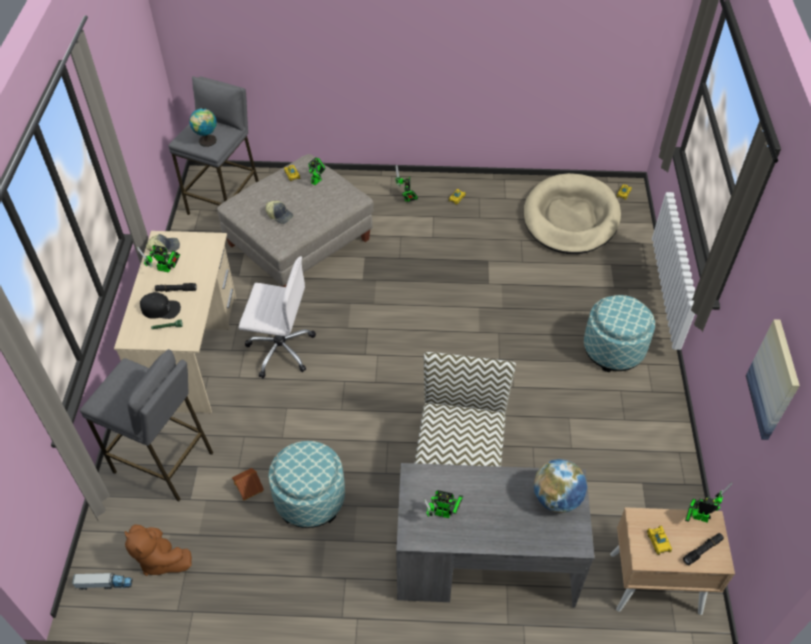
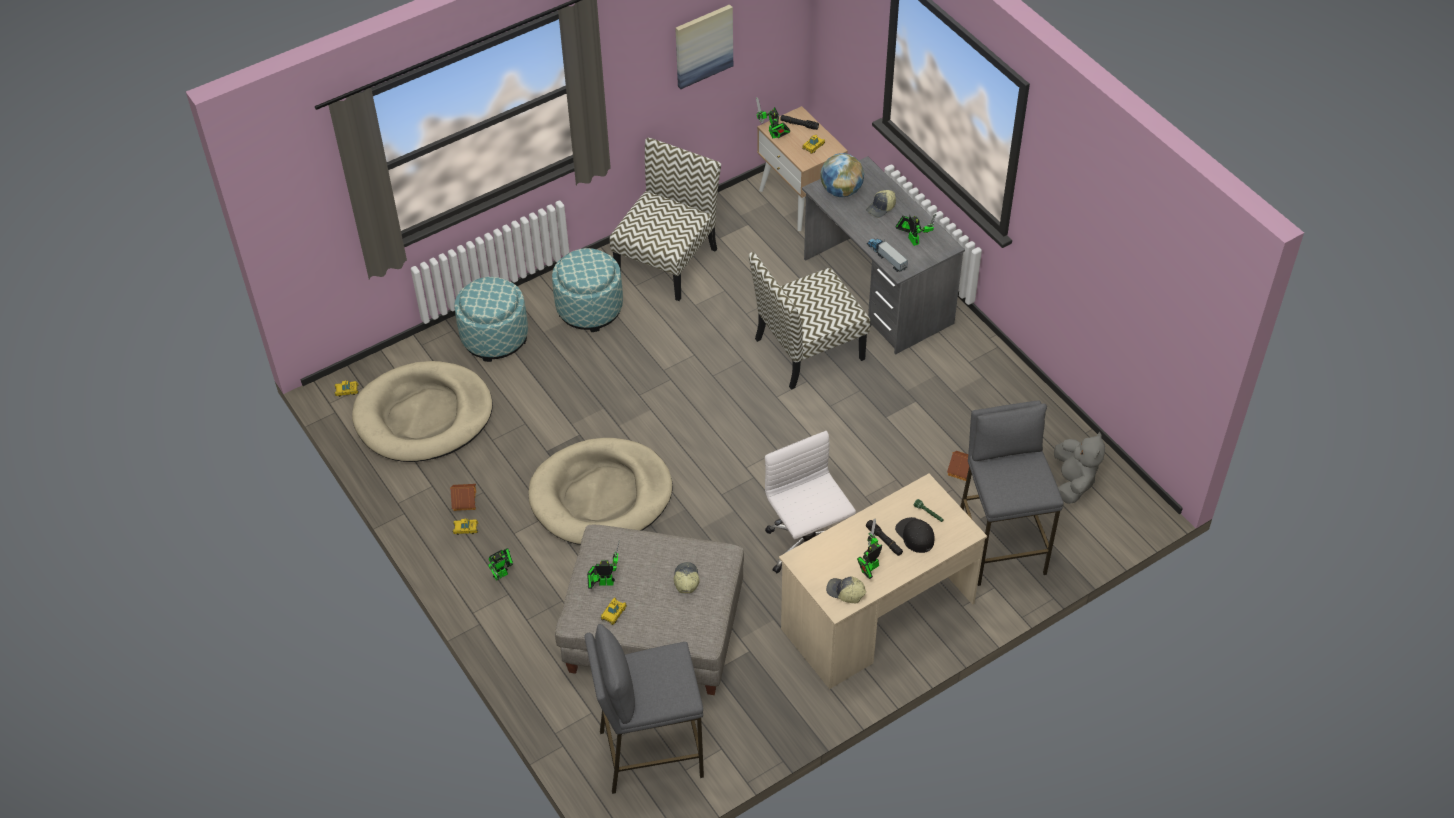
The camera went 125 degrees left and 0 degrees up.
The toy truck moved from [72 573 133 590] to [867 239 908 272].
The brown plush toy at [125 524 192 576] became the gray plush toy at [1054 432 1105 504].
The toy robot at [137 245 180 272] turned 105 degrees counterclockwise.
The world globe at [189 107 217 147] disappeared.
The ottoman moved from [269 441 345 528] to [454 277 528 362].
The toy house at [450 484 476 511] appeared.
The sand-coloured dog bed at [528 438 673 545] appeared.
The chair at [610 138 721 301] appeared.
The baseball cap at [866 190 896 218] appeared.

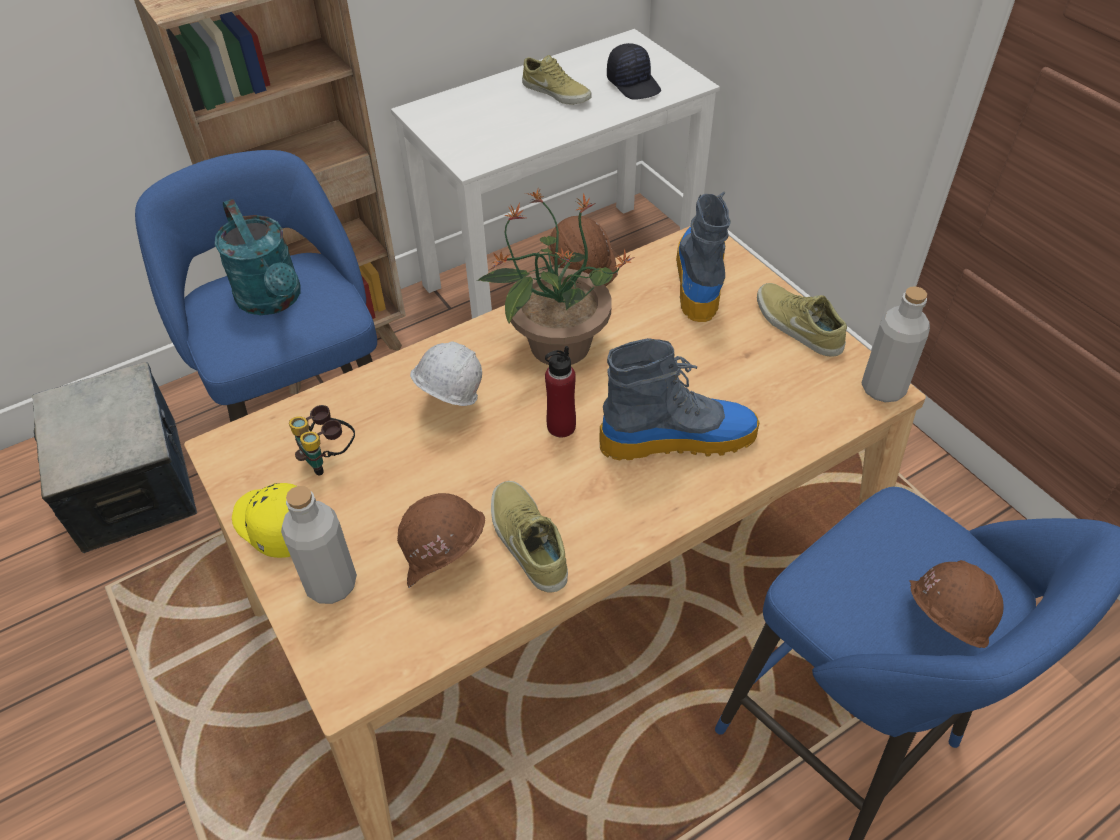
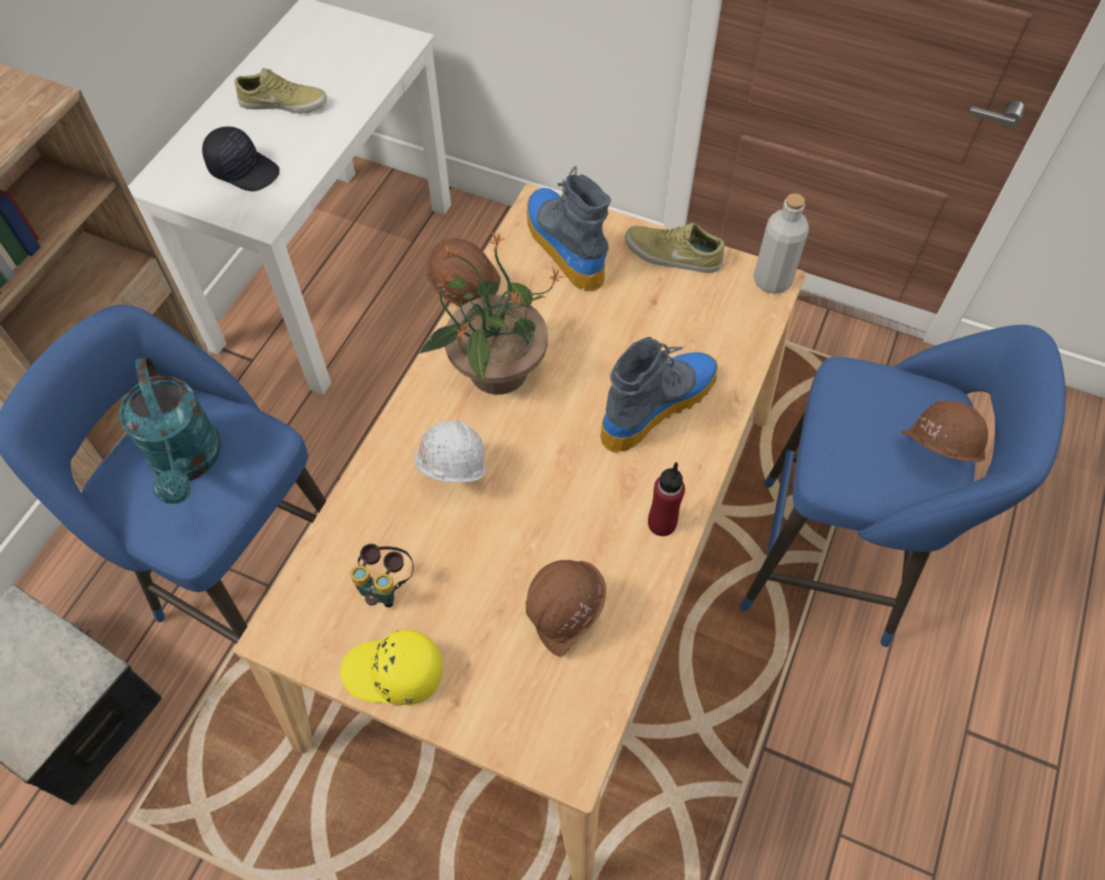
The camera went 35 degrees left and 10 degrees up.
The turquoise-coloured sprinkling can at [215 199 300 315] turned 45 degrees clockwise.
The gray drink bottle at [281 486 357 604] disappeared.
The sand-coloured item of footwear at [491 481 568 593] disappeared.
The reddish drink bottle moved from [545 346 576 437] to [648 462 685 536].
The black-coloured baseball cap moved from [607 43 661 100] to [202 127 280 191].

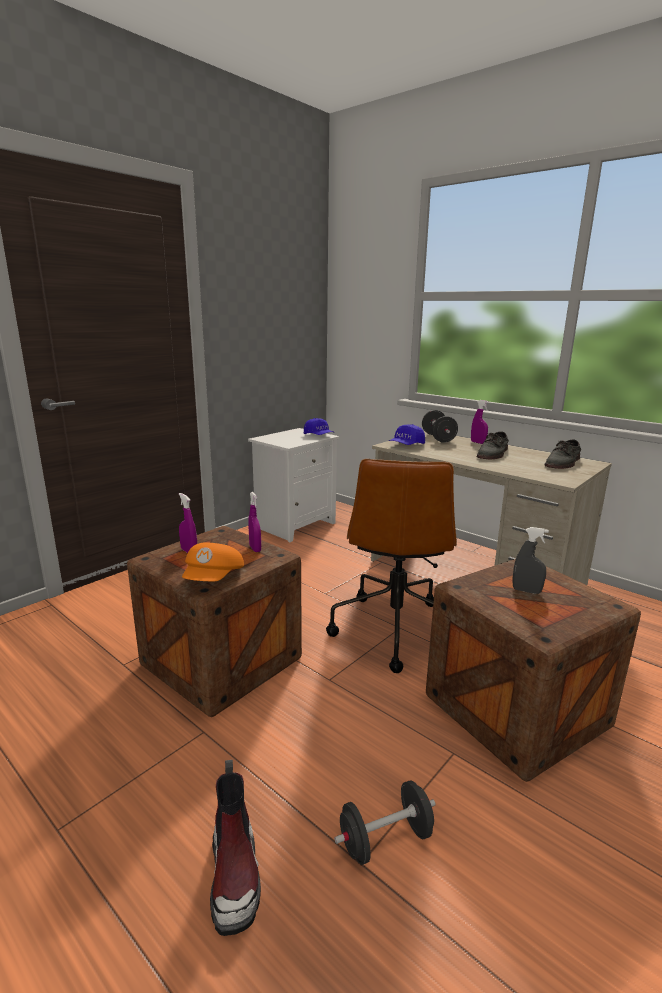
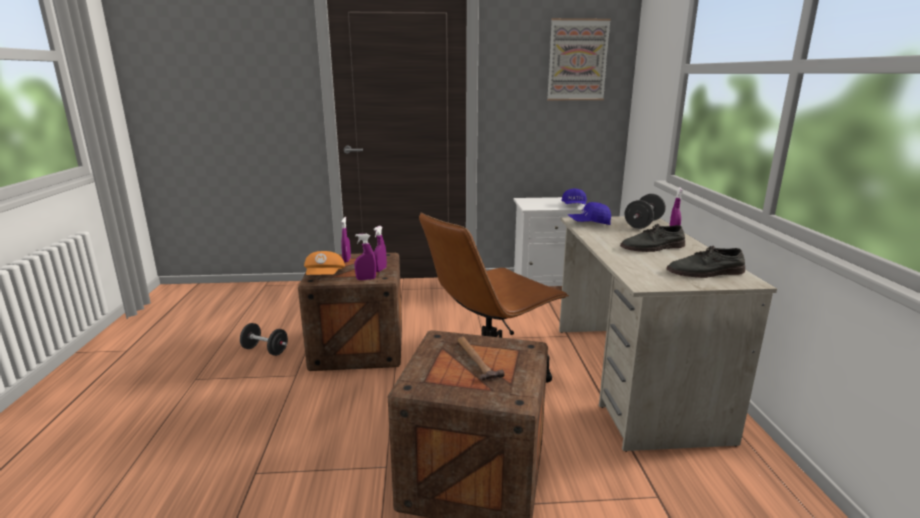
The camera went 45 degrees right and 0 degrees up.
The orangey baseball cap at [182 542 244 581] turned 60 degrees counterclockwise.
The high-top boot at [210 759 261 936] disappeared.
The black-coloured dumbbell moved from [334 780 436 865] to [240 323 288 356].
The gray spray bottle at [513 527 549 594] was replaced by the hammer at [458 337 505 381].
The purple spray bottle at [354 234 376 280] appeared.
The wall picture at [547 18 611 100] appeared.

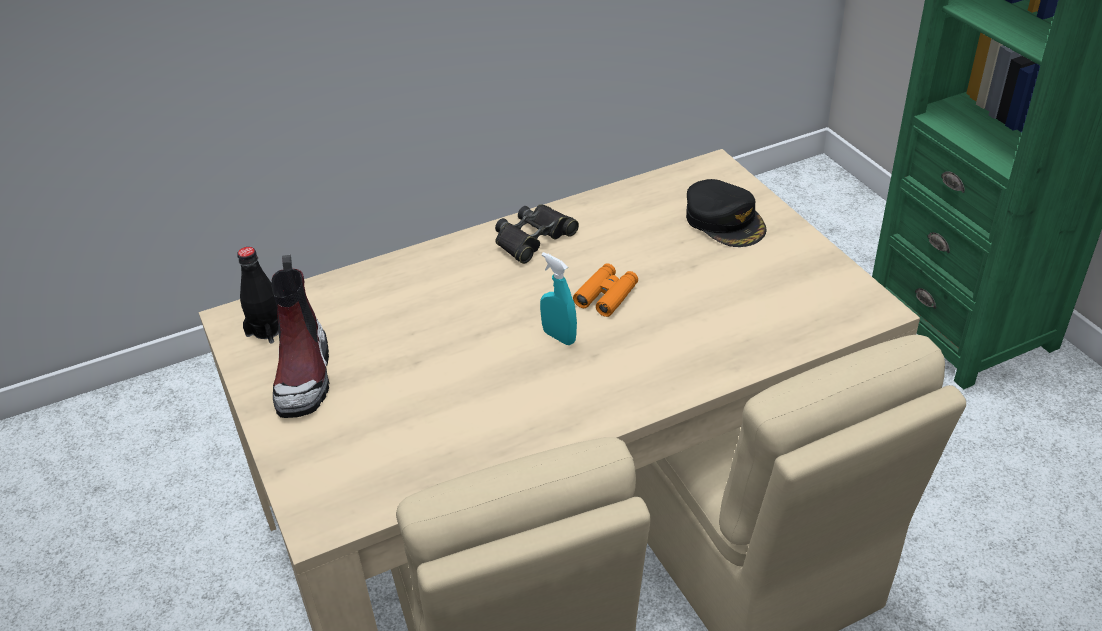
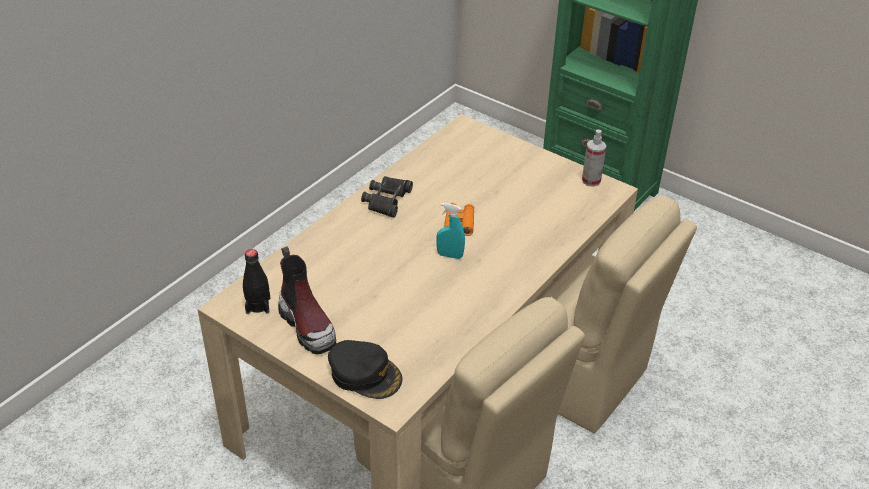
The camera went 30 degrees left and 0 degrees up.
The black-coloured baseball cap moved from [686 179 767 247] to [328 340 402 399].
The spray bottle at [582 130 606 187] appeared.

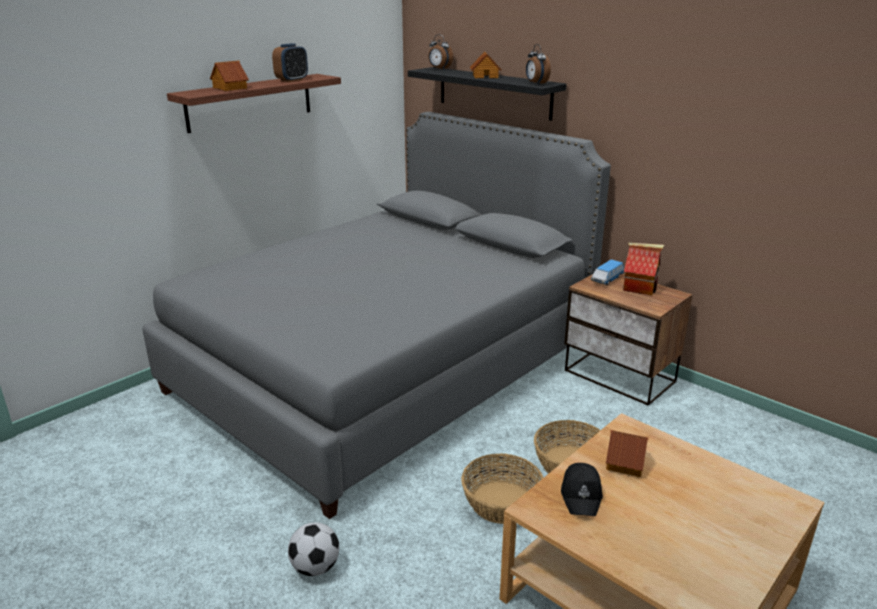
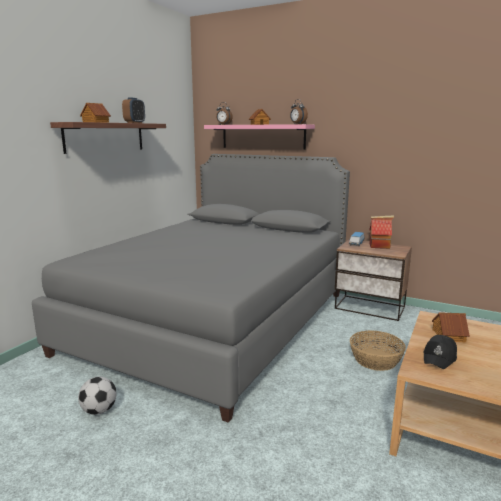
The camera went 15 degrees left and 10 degrees down.
The football moved from [288 522 339 576] to [78 377 117 415].
The black-coloured shelf at [408 67 567 121] became the pink shelf at [204 124 315 149].
The household basket at [461 453 543 524] disappeared.
The black-coloured baseball cap at [561 463 603 516] turned 45 degrees clockwise.

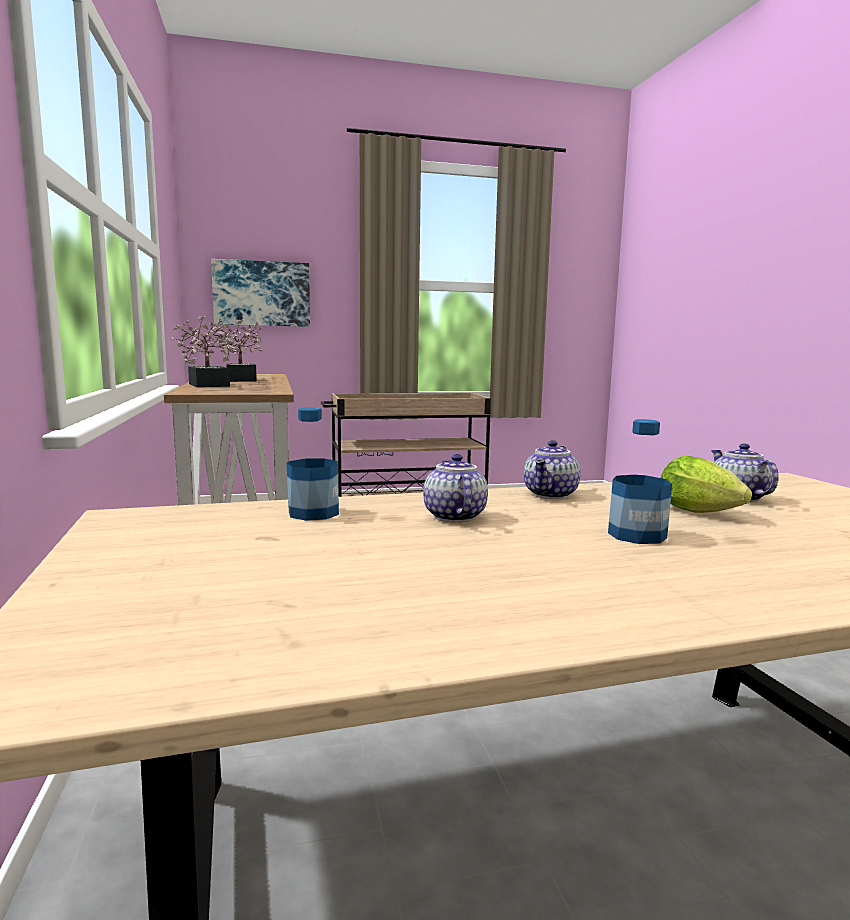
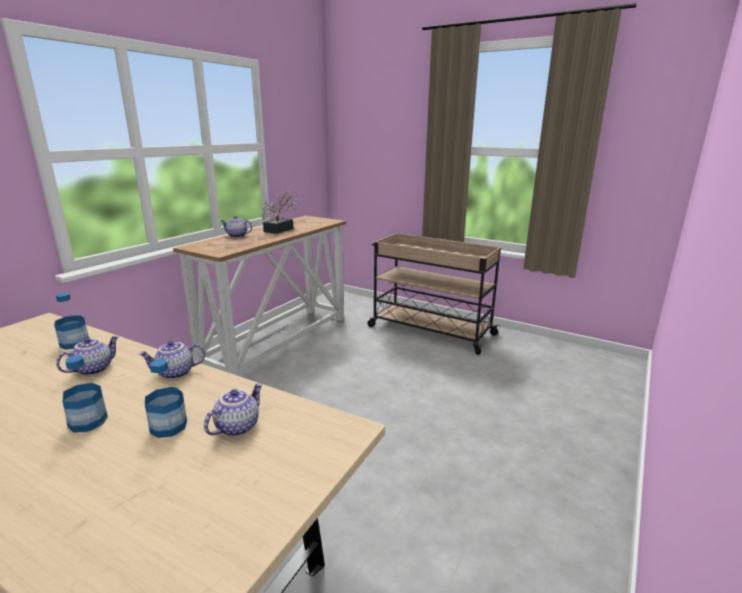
The camera went 45 degrees right and 10 degrees up.
The potted plant at [171 316 237 387] was replaced by the pot for tea at [221 216 252 238].
The wall picture at [211 259 310 327] disappeared.
The lettuce at [661 456 752 513] was replaced by the drink bottle at [145 359 187 438].

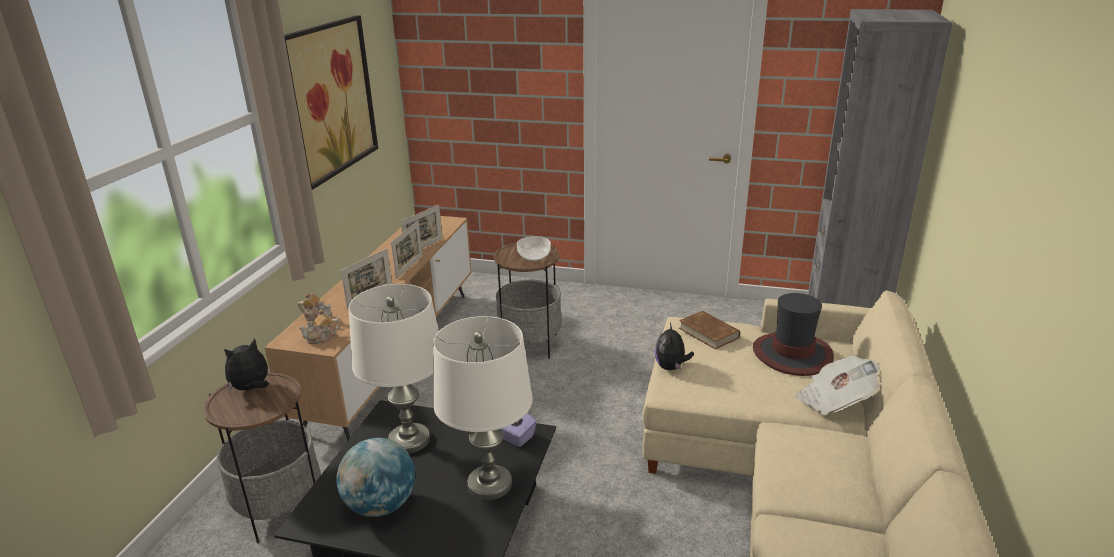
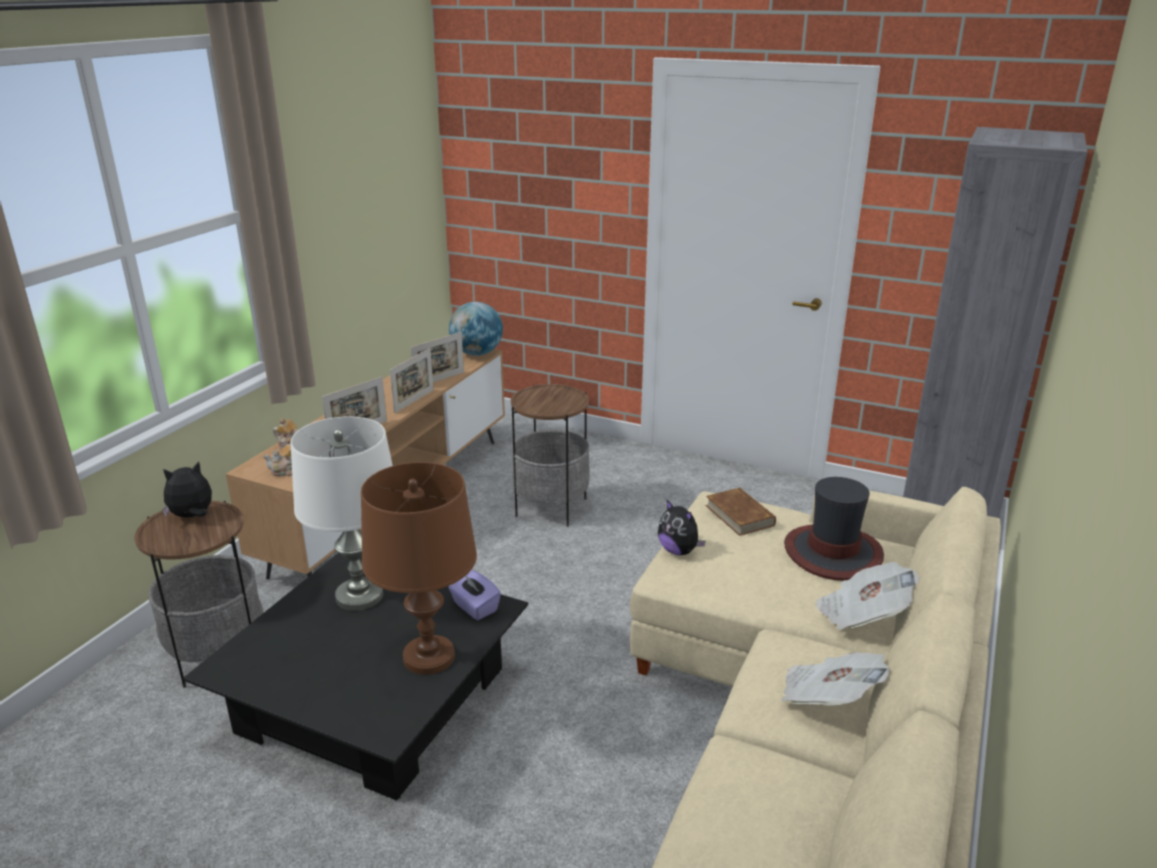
The camera went 10 degrees right and 0 degrees up.
The wall picture at [284 15 378 190] disappeared.
The world globe moved from [336 438 415 517] to [449 302 503 356].
The white-coloured table lamp at [433 316 533 500] became the brown table lamp at [361 462 477 675].
The serving bowl at [517 236 551 261] disappeared.
The plush toy at [655 322 694 370] turned 60 degrees counterclockwise.
The printed paper at [782 652 889 706] appeared.

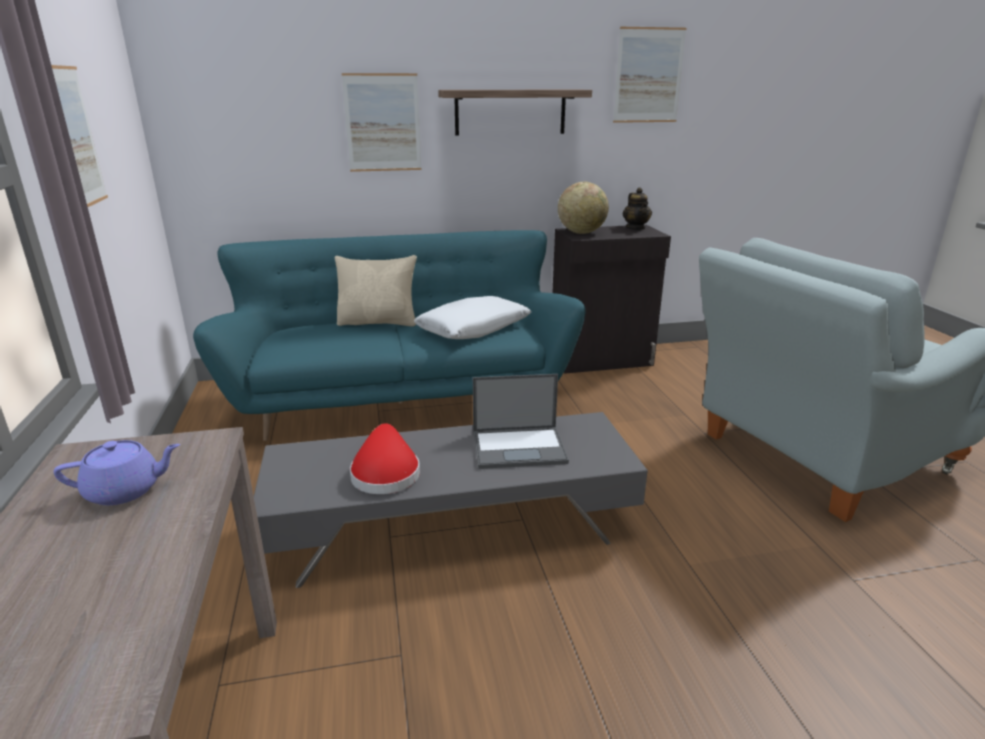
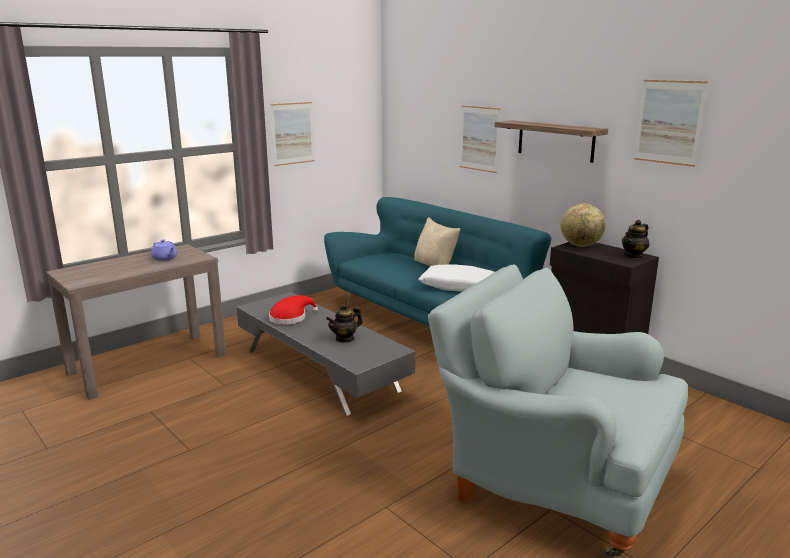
The camera went 60 degrees right and 5 degrees down.
The laptop at [473 374 569 469] was replaced by the pot for tea at [326 304 362 343].

